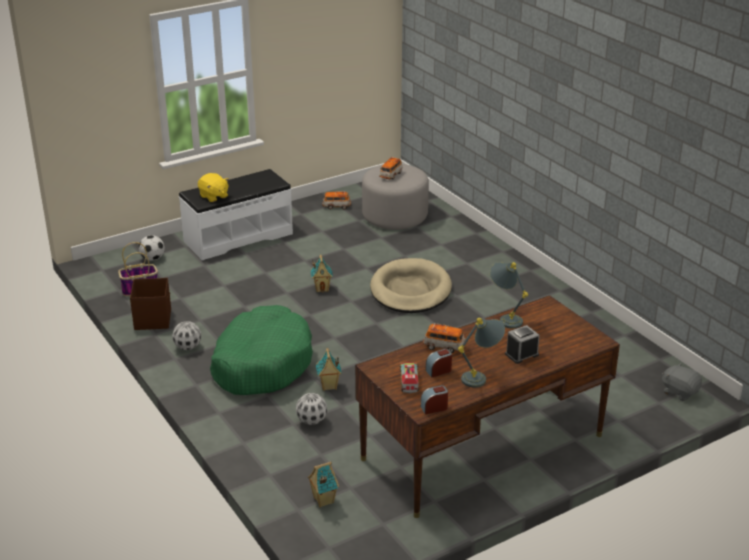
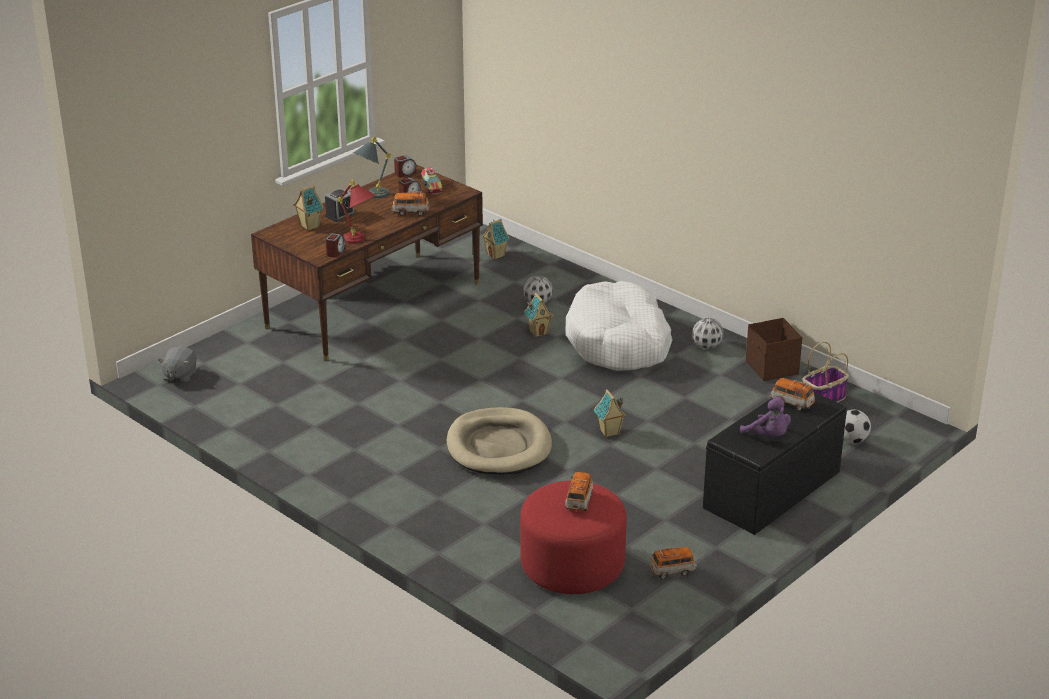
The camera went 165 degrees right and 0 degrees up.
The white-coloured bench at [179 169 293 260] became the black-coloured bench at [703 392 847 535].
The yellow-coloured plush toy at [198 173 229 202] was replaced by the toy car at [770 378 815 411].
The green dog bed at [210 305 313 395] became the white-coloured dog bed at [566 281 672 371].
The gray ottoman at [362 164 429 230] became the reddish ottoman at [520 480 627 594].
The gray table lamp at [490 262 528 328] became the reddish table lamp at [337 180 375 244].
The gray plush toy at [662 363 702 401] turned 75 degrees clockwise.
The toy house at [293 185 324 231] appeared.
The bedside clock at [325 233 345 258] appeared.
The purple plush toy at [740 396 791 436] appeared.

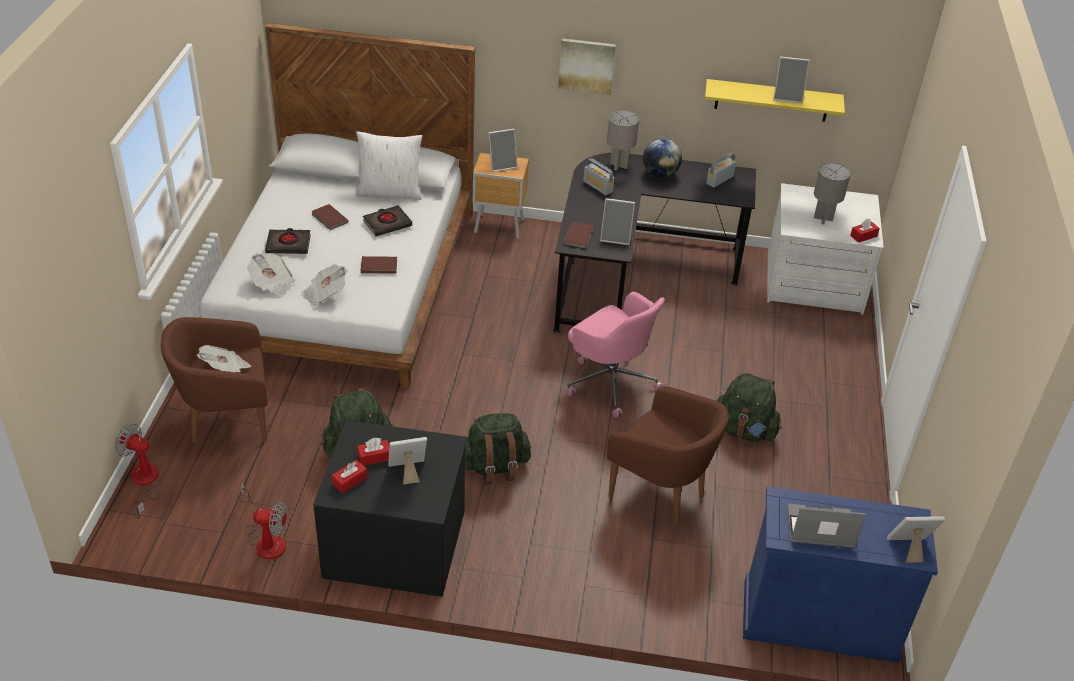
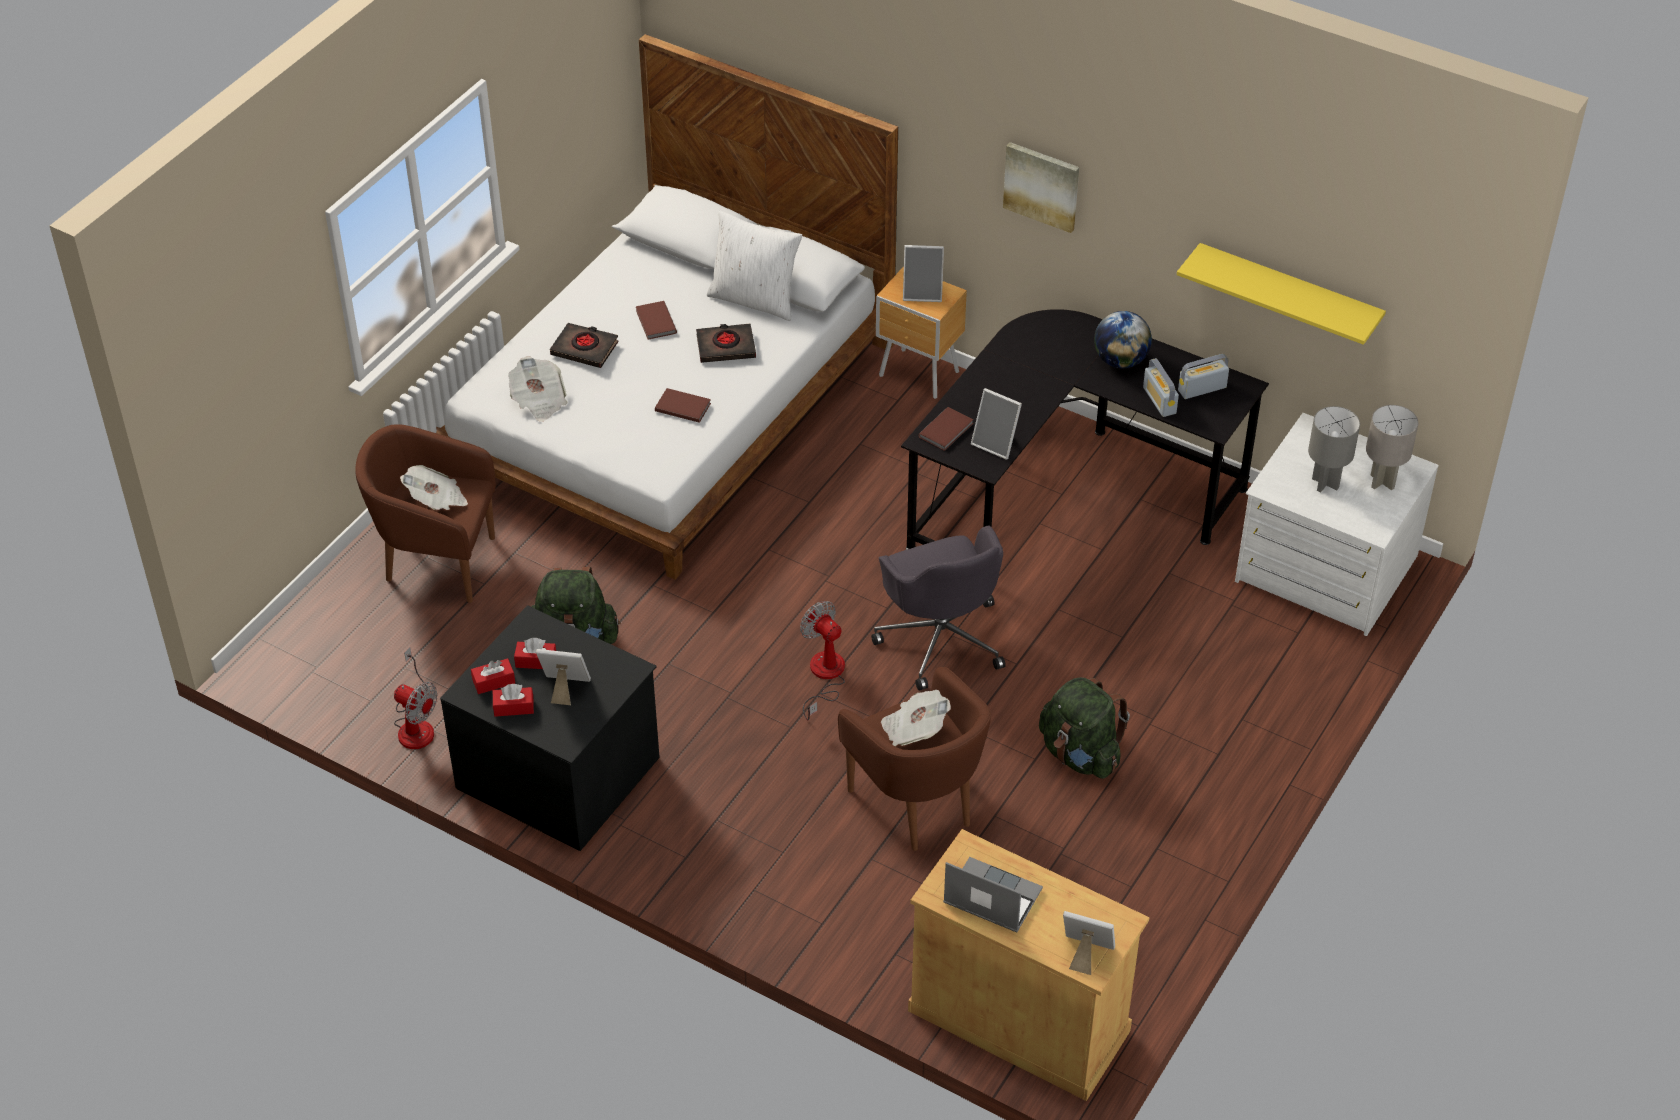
The camera went 25 degrees right and 5 degrees up.
The electric fan moved from [115 424 162 519] to [800 601 845 720].
The printed paper moved from [301 264 348 306] to [881 690 951 746].
The green knapsack at [465 413 531 485] disappeared.
The pink office chair at [566 292 665 418] became the gray office chair at [871 525 1006 691].
The radio set moved from [583 158 614 195] to [1143 358 1179 417].
The gray table lamp moved from [607 110 639 171] to [1366 405 1418 491].
The bluish cabinet at [743 487 938 663] became the sand-coloured cabinet at [908 829 1150 1101].
The standing frame at [773 57 810 103] disappeared.
The reddish tissue holder moved from [850 219 880 243] to [493 684 534 717].

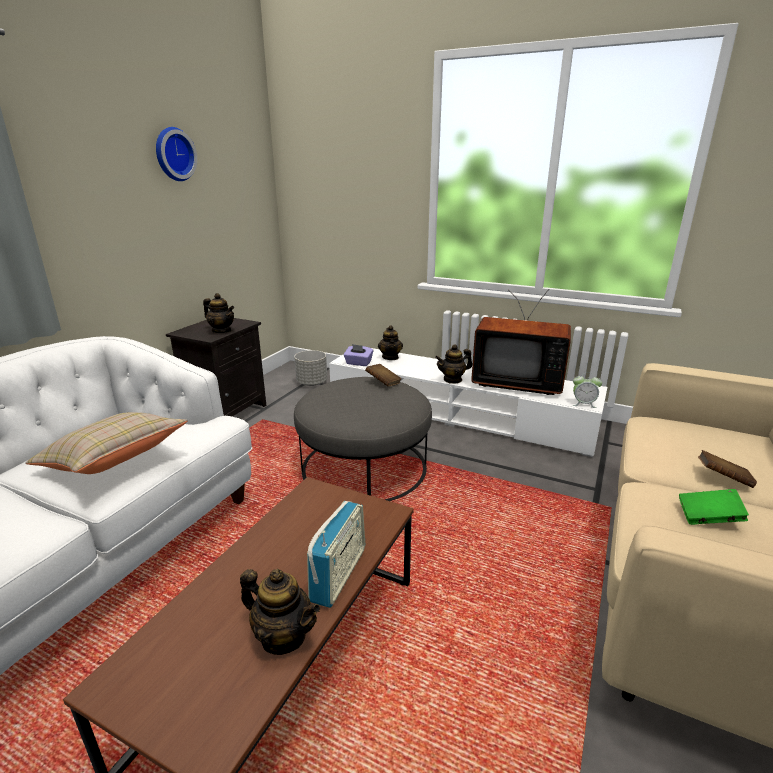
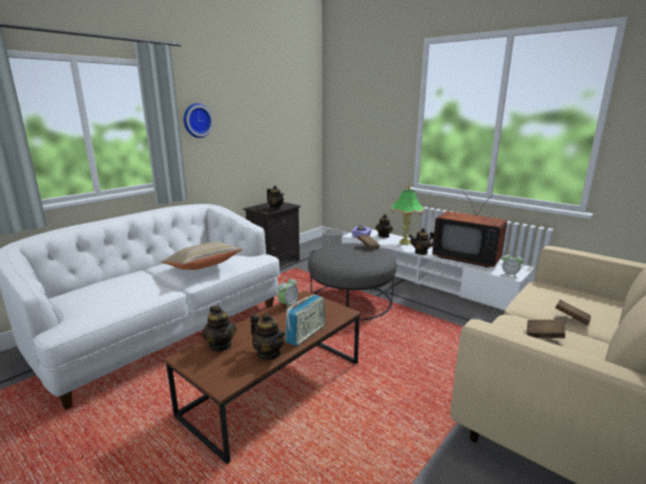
The camera went 15 degrees right and 5 degrees down.
The wall clock moved from [156 127 197 181] to [184 103 213 138].
The green bound book at [679 489 749 525] became the brown bound book at [526 319 566 338].
The pot for tea at [202 305 236 351] appeared.
The bedside clock at [277 277 299 311] appeared.
The table lamp at [391 186 424 245] appeared.

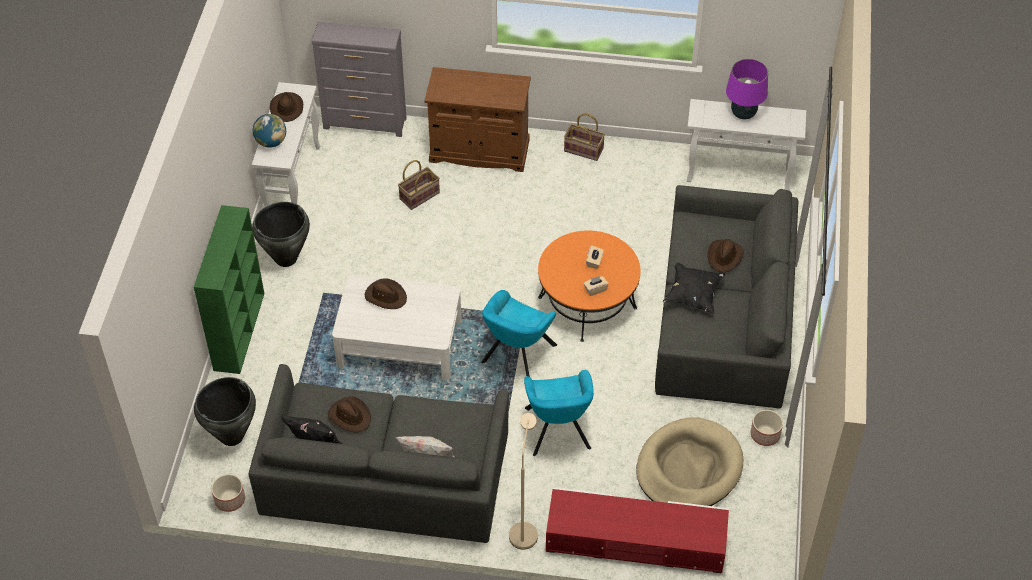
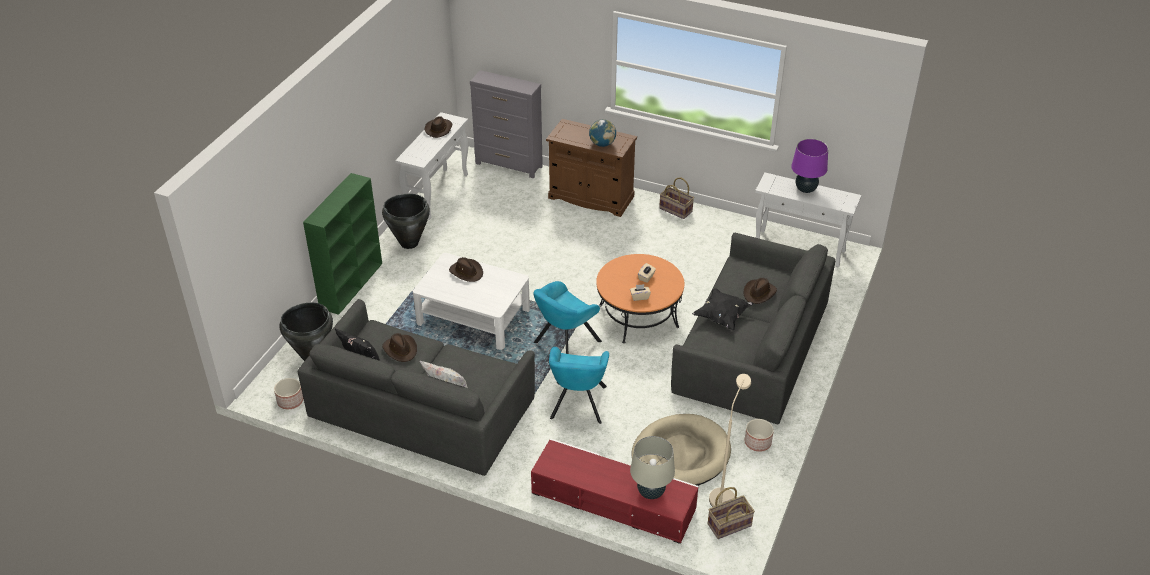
The camera went 15 degrees right and 10 degrees down.
The world globe moved from [253 114 286 148] to [589 119 616 147].
The household basket moved from [398 160 440 210] to [708 487 755 539].
The sand-coloured standard lamp moved from [509 413 538 550] to [709 374 751 507].
The sand-coloured table lamp at [630 436 675 499] appeared.

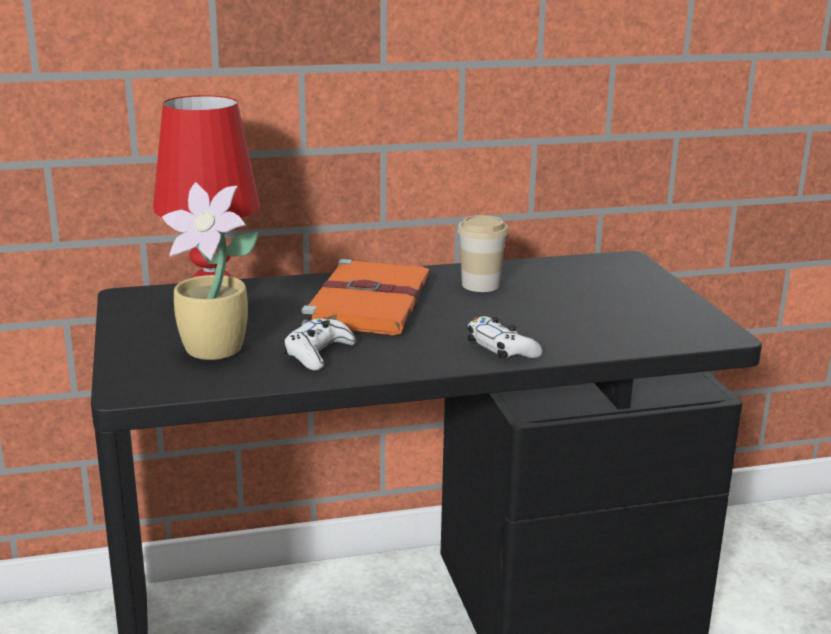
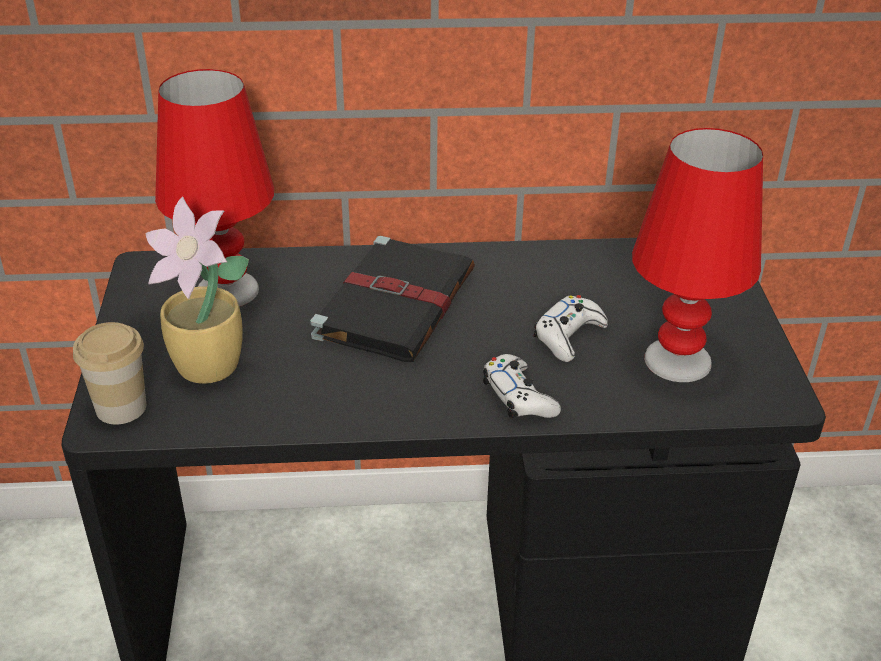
The camera went 10 degrees right and 15 degrees up.
The white-coloured joypad moved from [283 317 356 371] to [534 295 608 362].
The orangey bound book at [301 259 431 335] became the black-coloured bound book at [310 236 475 362].
The drinking cup moved from [457 215 509 292] to [73 322 146 424].
The reddish table lamp at [632 128 763 382] appeared.

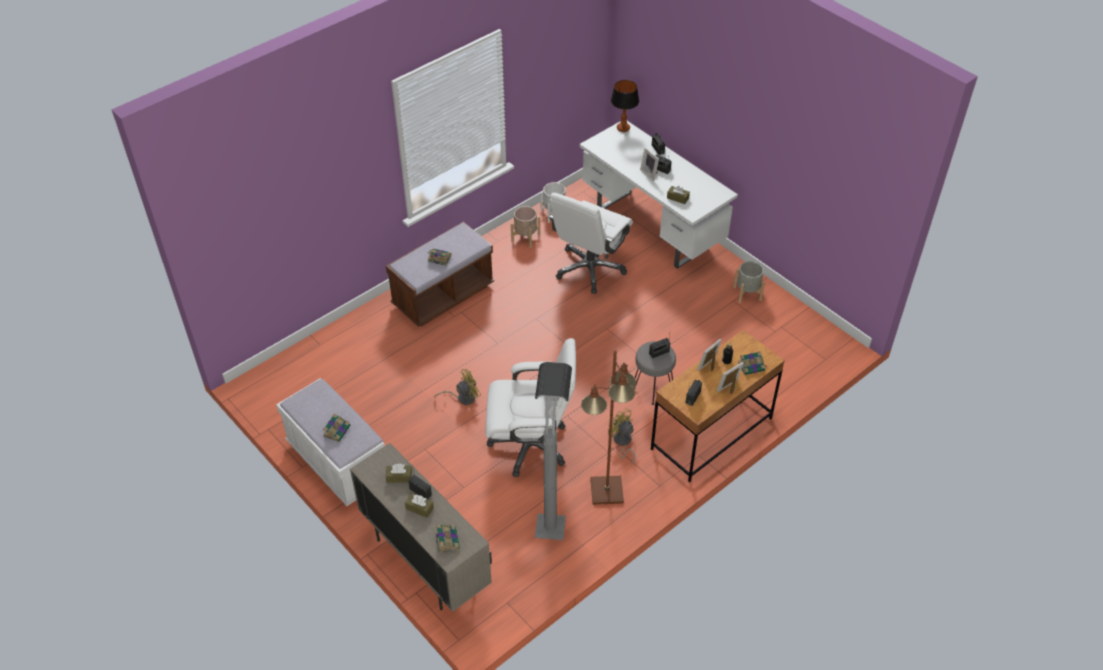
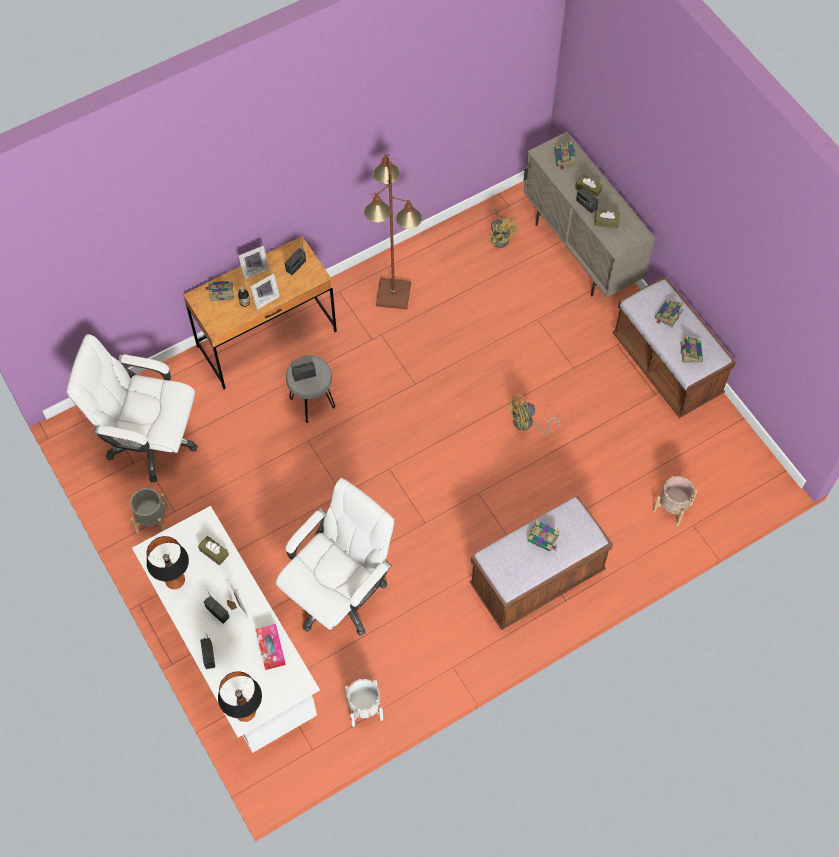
The camera went 170 degrees left and 15 degrees up.
The white-coloured bench at [276 378 385 506] became the brown bench at [612 276 736 418].
The white-coloured office chair moved from [486 338 576 477] to [67 334 198 482].
The sand-coloured planter moved from [511 206 540 248] to [653 476 697 526].
The gray standard lamp at [535 362 572 540] disappeared.
The yellow-coloured electric fan moved from [608 408 635 465] to [489 209 518 248].
The table lamp at [147 536 189 589] appeared.
The tissue holder at [256 624 286 670] appeared.
The bound book at [680 335 703 363] appeared.

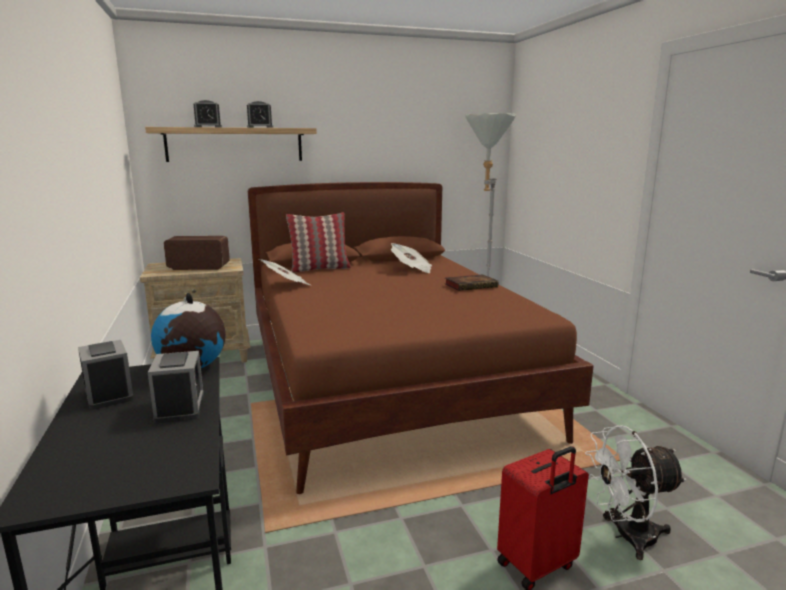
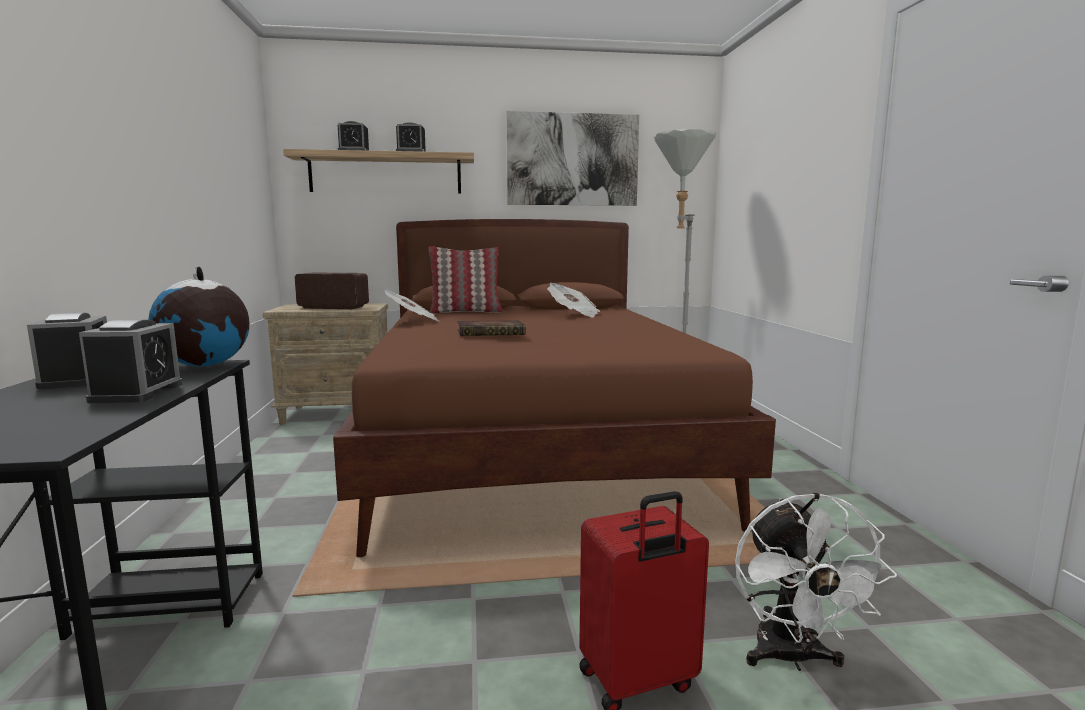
The camera went 10 degrees right and 5 degrees down.
The bound book moved from [445 274 498 291] to [457 320 526 336].
The white-coloured electric fan at [585 425 687 560] turned 90 degrees counterclockwise.
The wall picture at [507 111 639 206] appeared.

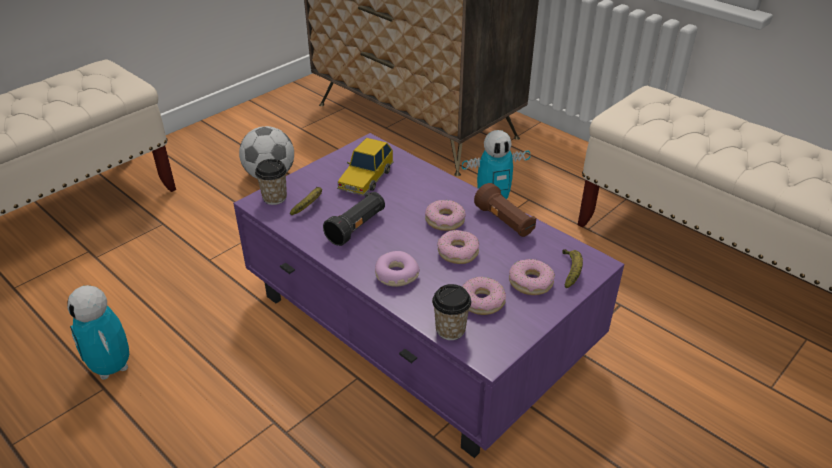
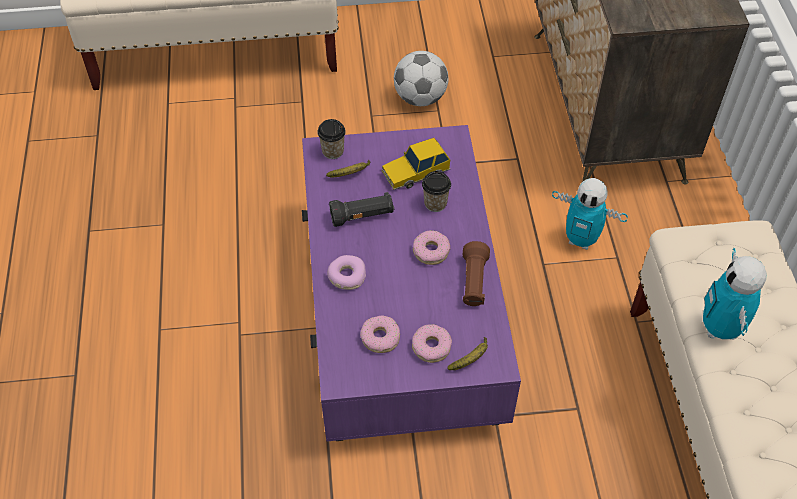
The camera went 40 degrees right and 15 degrees up.
The toy robot moved from [67 285 129 380] to [703 248 766 340].
The drinking cup moved from [432 284 471 340] to [422 171 451 212].
The donut at [437 230 479 264] disappeared.

